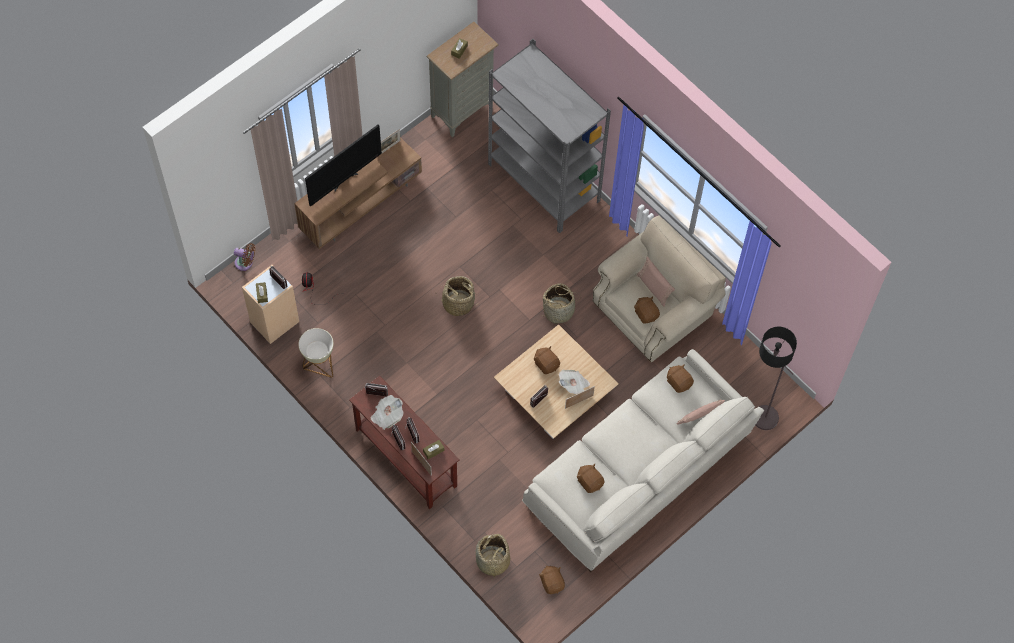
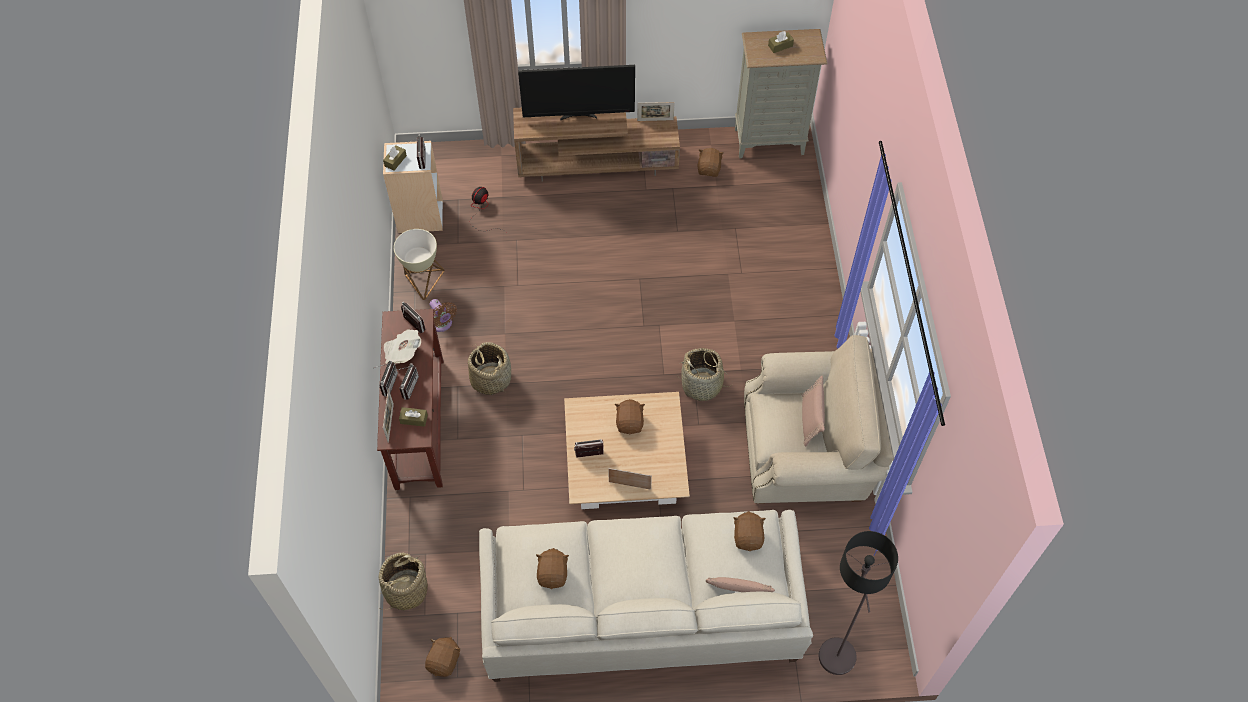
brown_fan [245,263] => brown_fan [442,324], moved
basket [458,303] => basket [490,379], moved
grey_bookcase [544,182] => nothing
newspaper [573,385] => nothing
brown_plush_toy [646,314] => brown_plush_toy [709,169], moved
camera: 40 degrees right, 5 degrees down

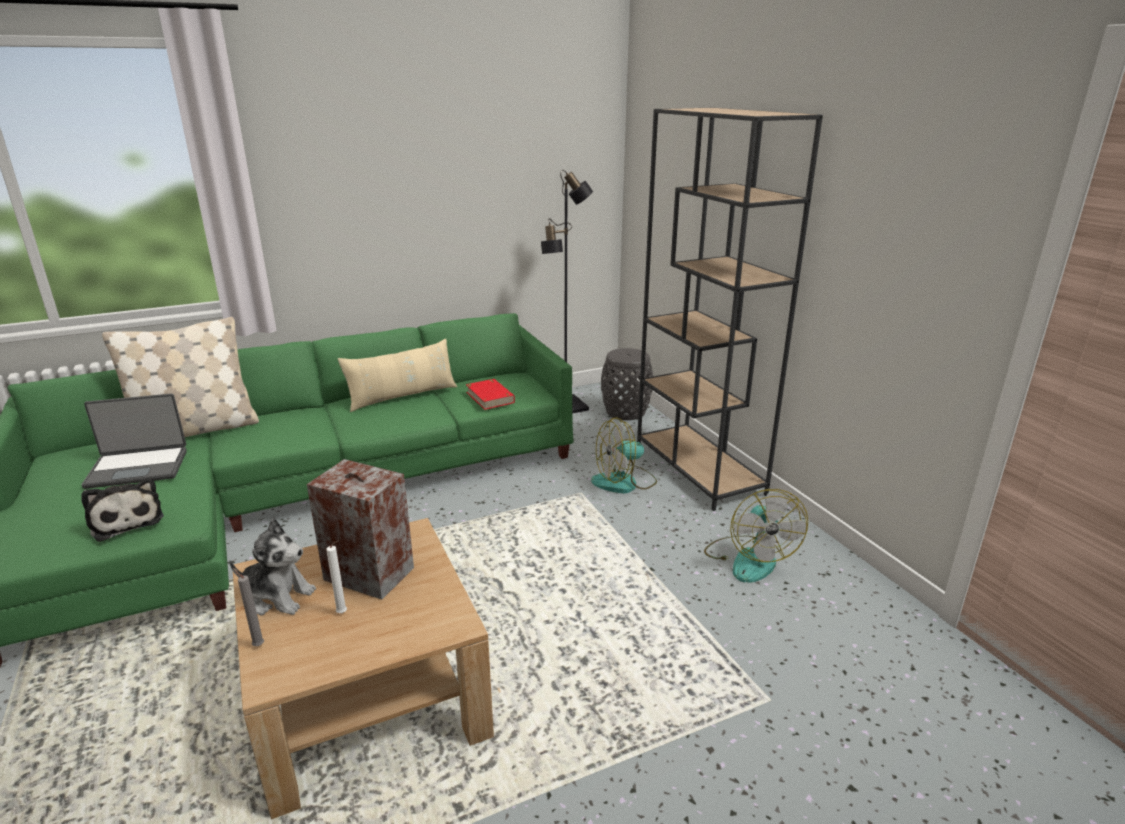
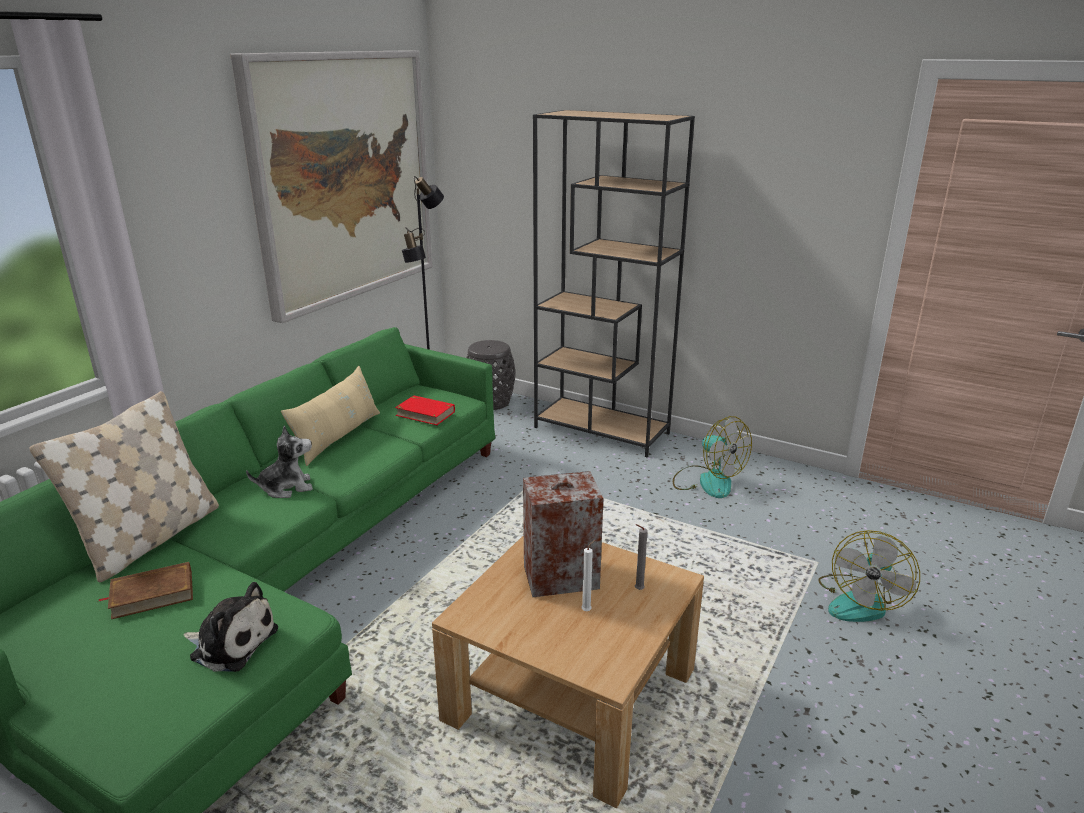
laptop [138,467] => brown_book [152,594]
plush_toy [277,596] => plush_toy [287,487], moved
grey_candle [257,645] => grey_candle [637,590], moved
fan [624,482] => fan [860,601], moved
nothing => picture [343,178]
camera: 35 degrees left, 0 degrees up

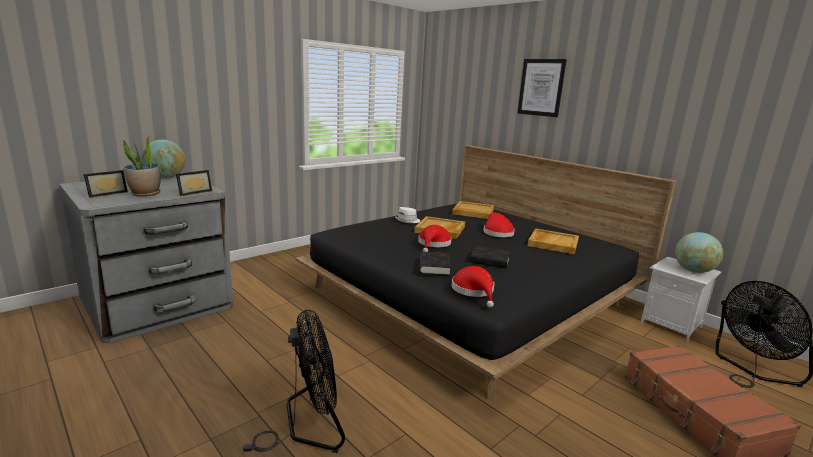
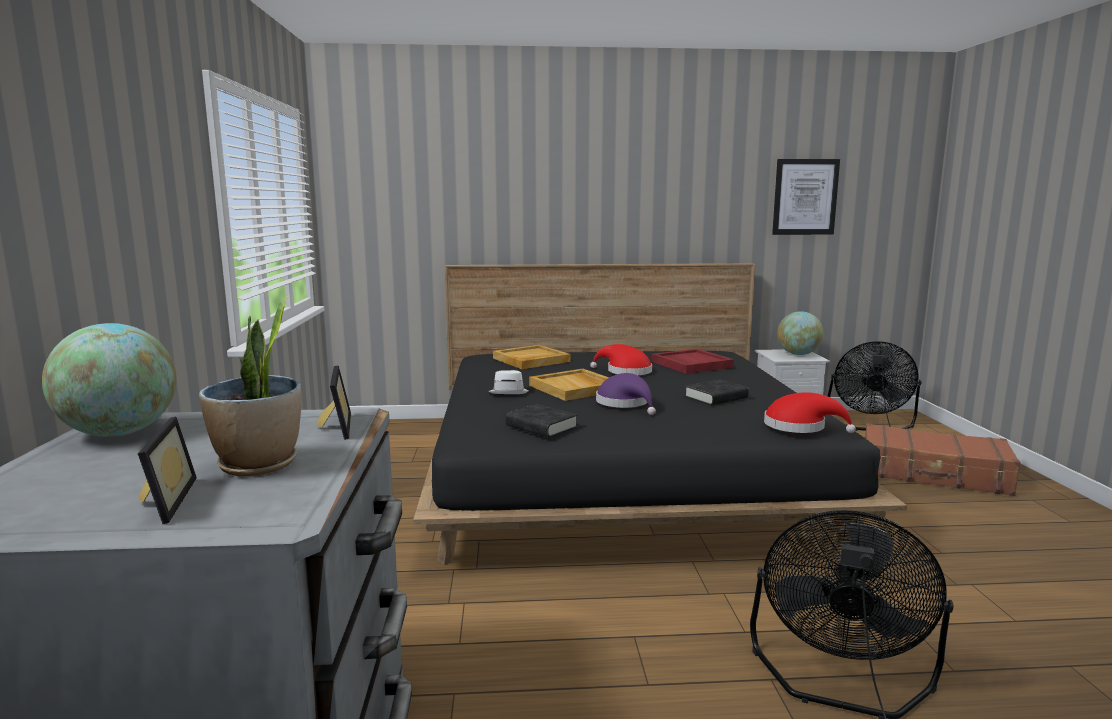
red_hat [433,244] => purple_hat [625,403]
black_book [434,267] => black_book [541,426], moved
picture [541,87] => picture [805,197], moved
beige_tray [552,243] => red_tray [690,364]
camera: 50 degrees left, 5 degrees down

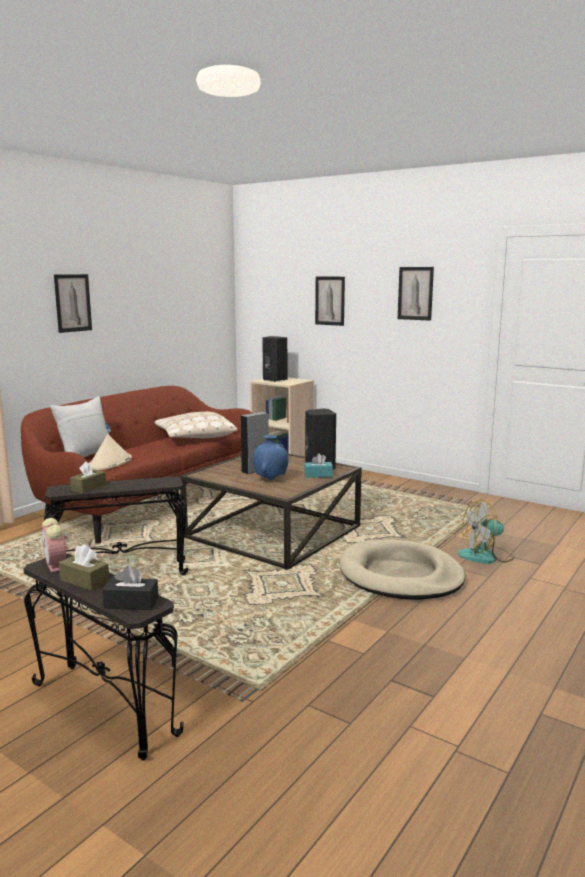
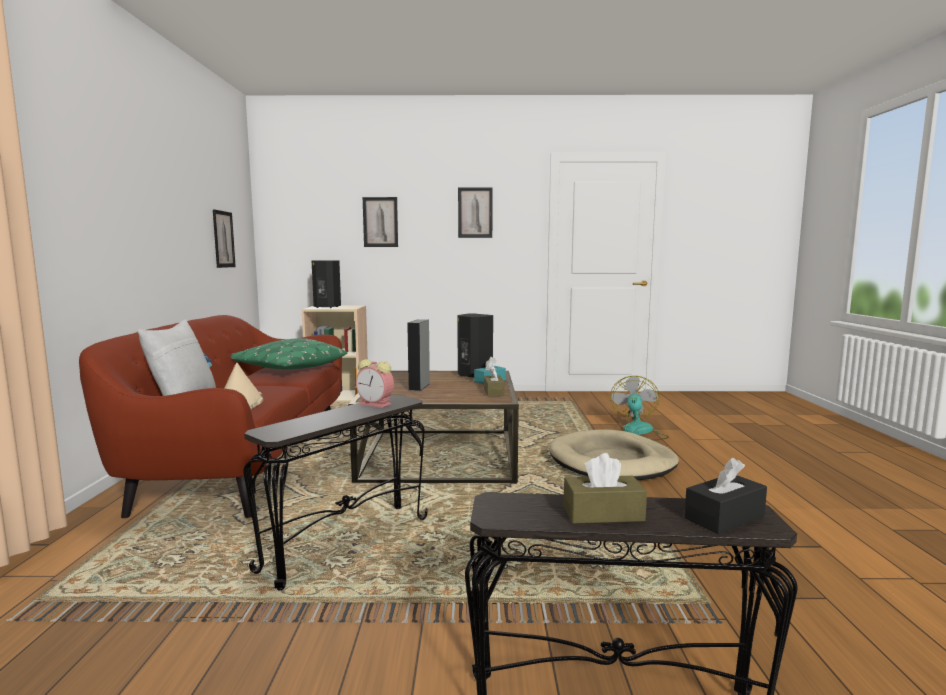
alarm_clock [57,565] => alarm_clock [377,404], moved
picture [73,303] => picture [223,239], moved
brown_tissue_box [88,487] => brown_tissue_box [494,392], moved
beige_pillow [193,437] => green_pillow [287,369]
blue_vase [270,479] => nothing
fan [486,556] => fan [638,432], 150 degrees clockwise
camera: 35 degrees left, 5 degrees down

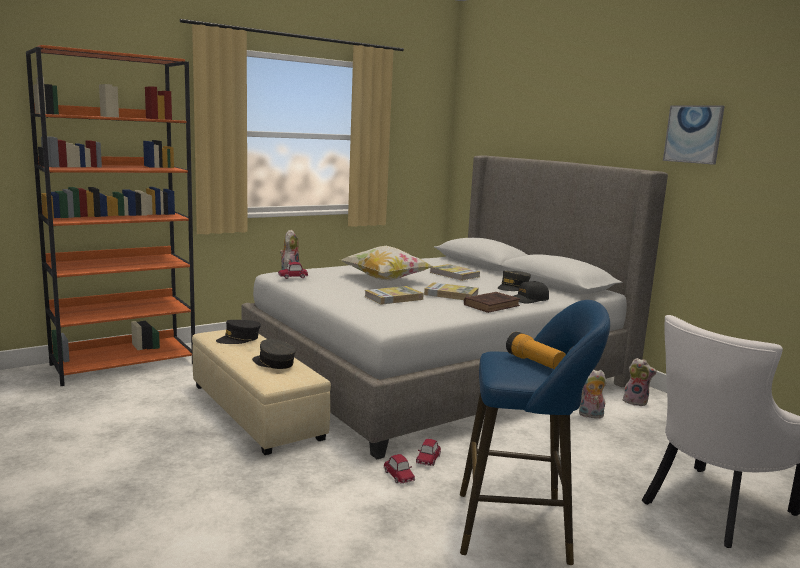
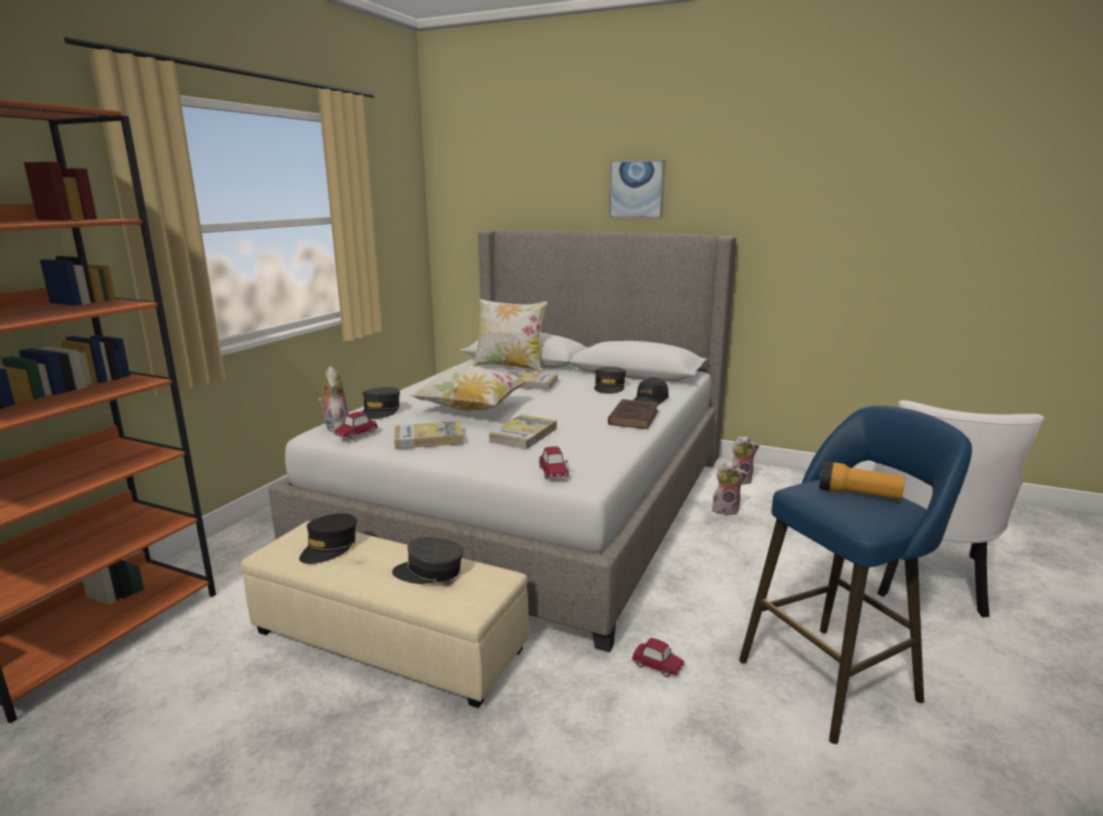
toy_car [428,459] => toy_car [553,472], moved
book [451,294] => book [428,438], moved
plush_toy [590,415] => plush_toy [726,510], 150 degrees counterclockwise
picture [693,134] => picture [636,189], moved
nothing => grey_cap [381,411]
nothing => pillow [510,367]
camera: 30 degrees left, 5 degrees up

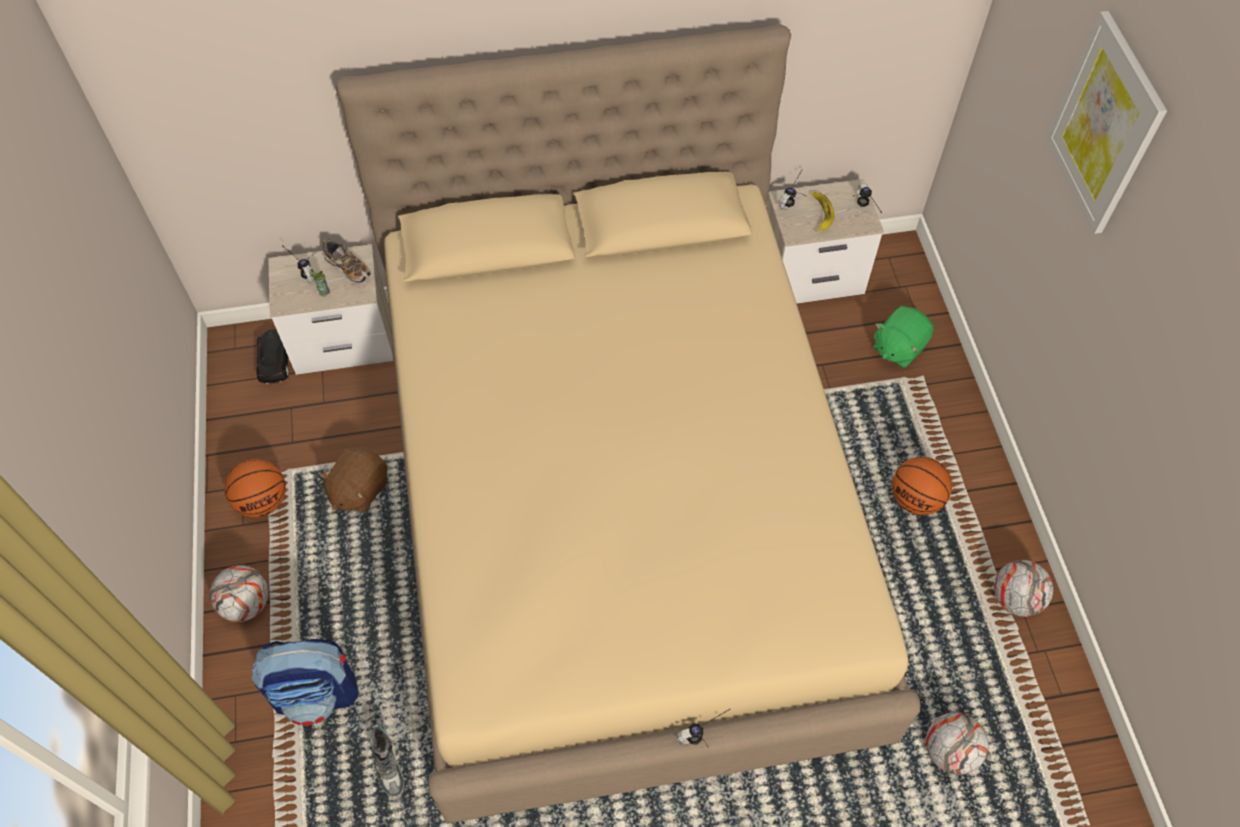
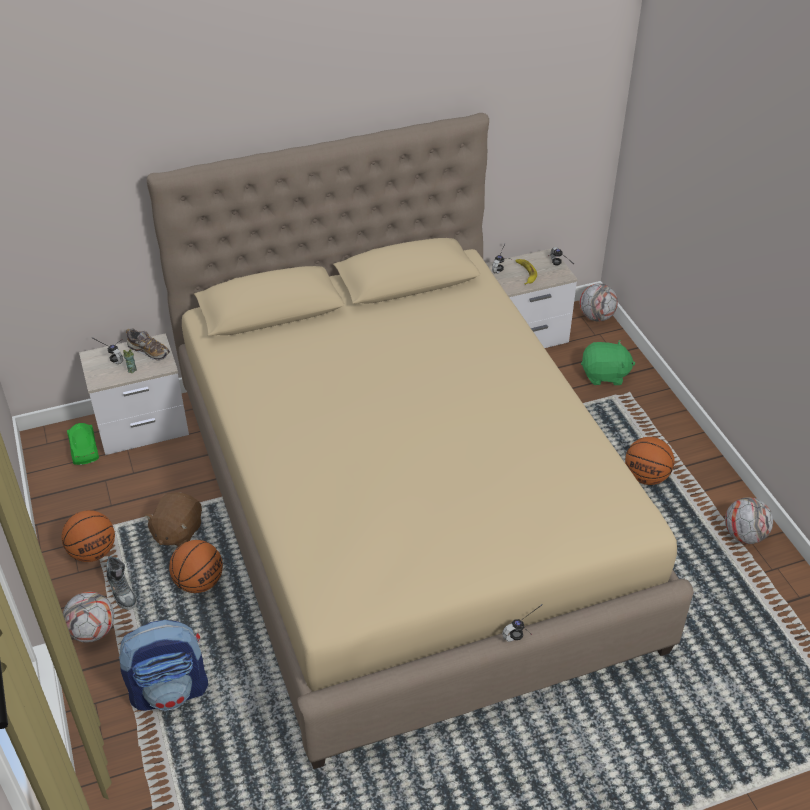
black_toy_car [274,360] => green_toy_car [84,447]
shoe [388,765] => shoe [122,591], moved
green_plush_toy [898,347] => green_plush_toy [604,375], 120 degrees counterclockwise
football [949,751] => football [596,317], moved
picture [1105,125] => nothing
nothing => basketball [199,582]
camera: 10 degrees left, 15 degrees down

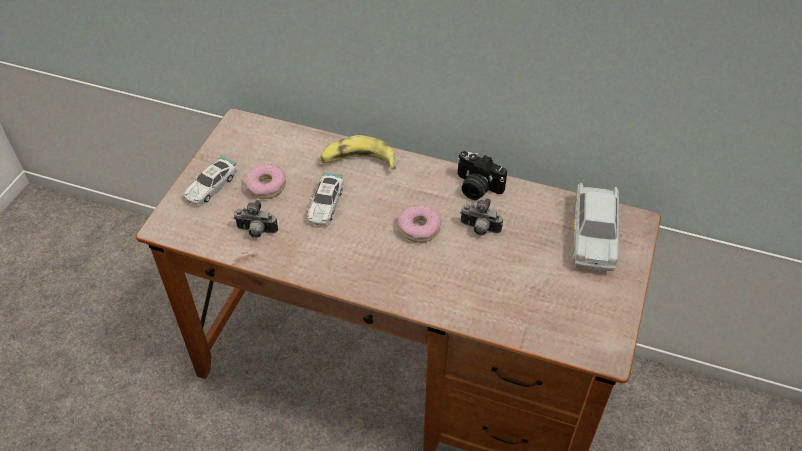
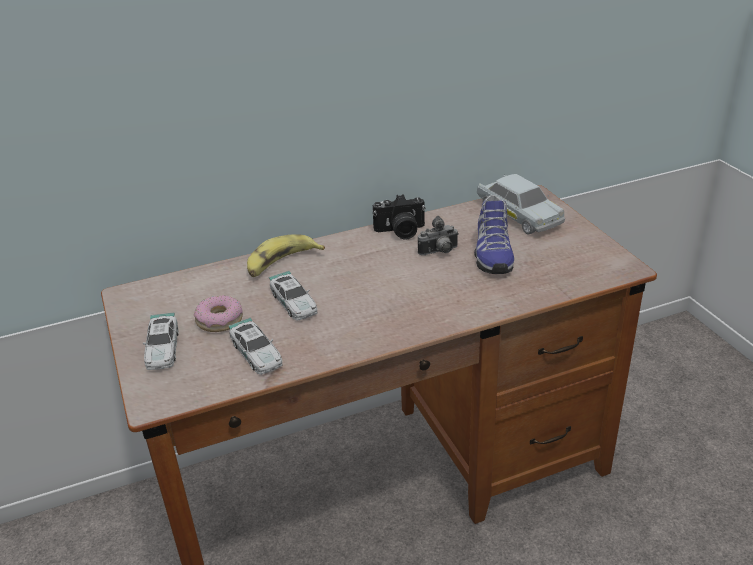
photo_camera [256,232] => toy_car [256,353]
donut [419,228] => nothing
nothing => shoe [491,254]
camera: 40 degrees left, 15 degrees down

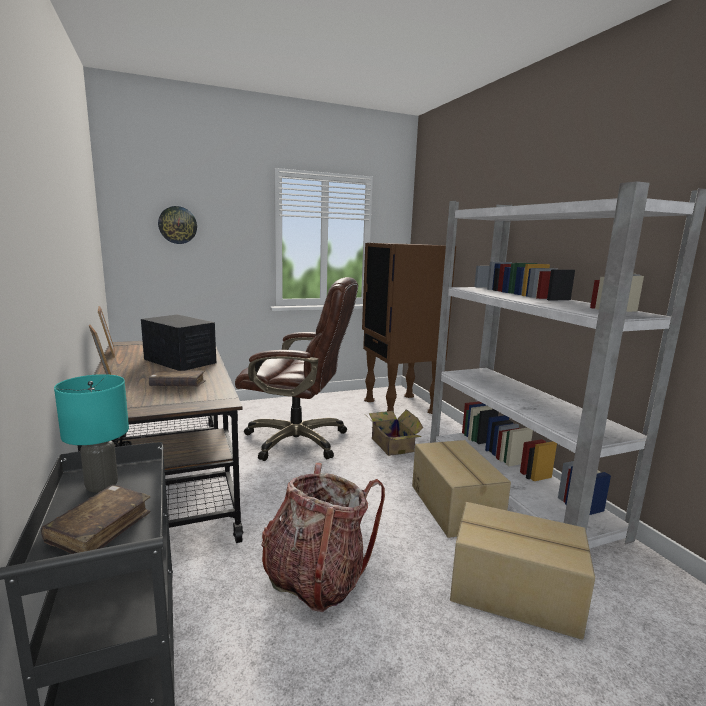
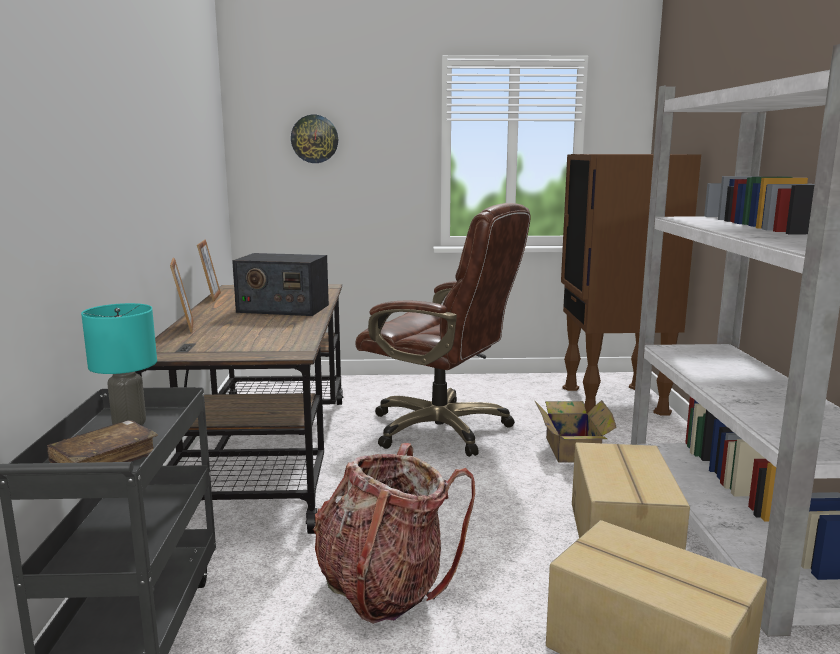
radio [180,361] => radio [282,308], 135 degrees clockwise
brown_book [178,386] => nothing
camera: 20 degrees right, 0 degrees up

